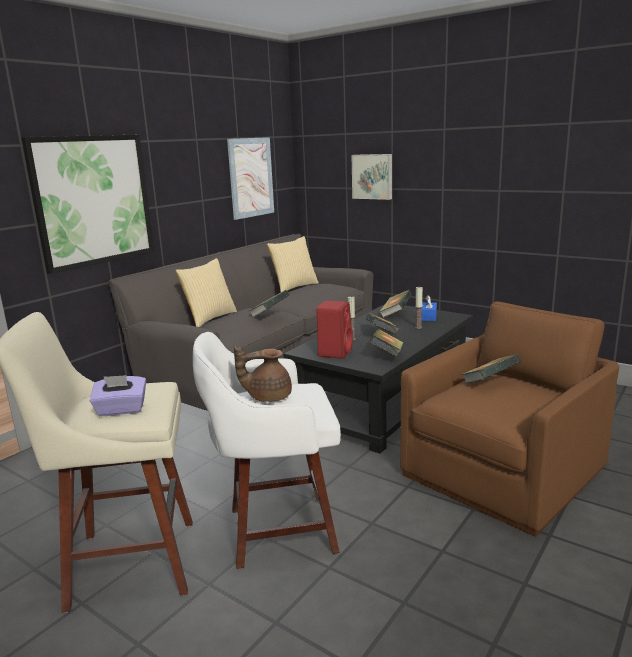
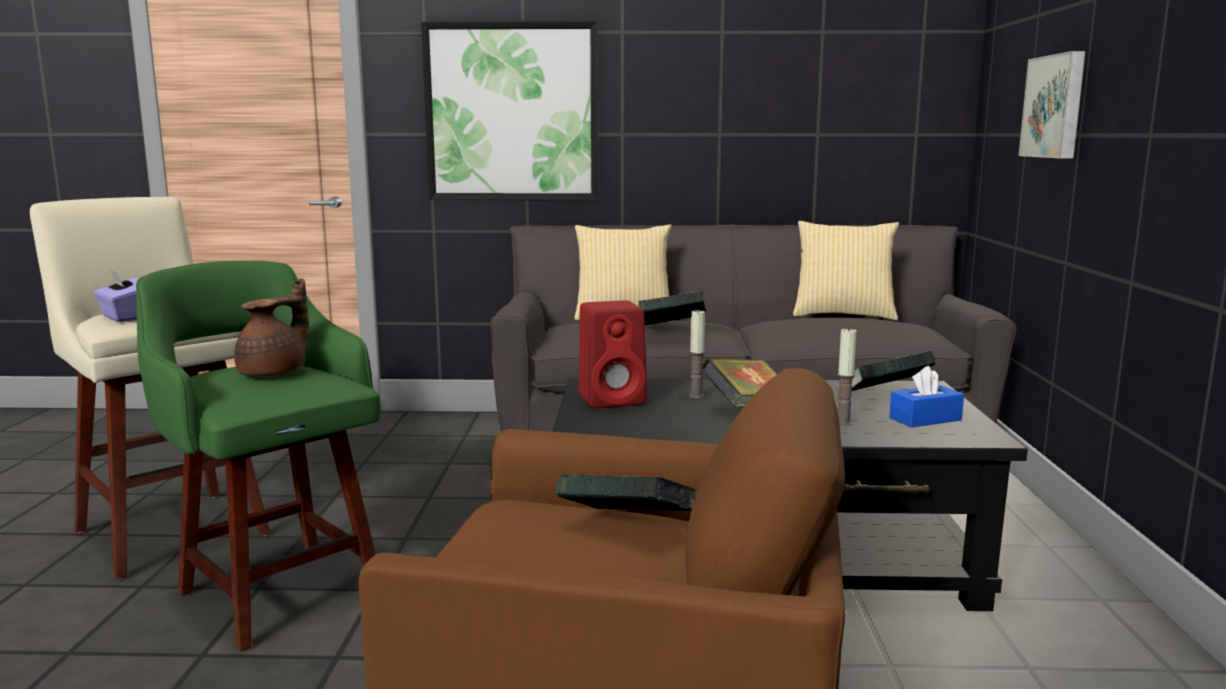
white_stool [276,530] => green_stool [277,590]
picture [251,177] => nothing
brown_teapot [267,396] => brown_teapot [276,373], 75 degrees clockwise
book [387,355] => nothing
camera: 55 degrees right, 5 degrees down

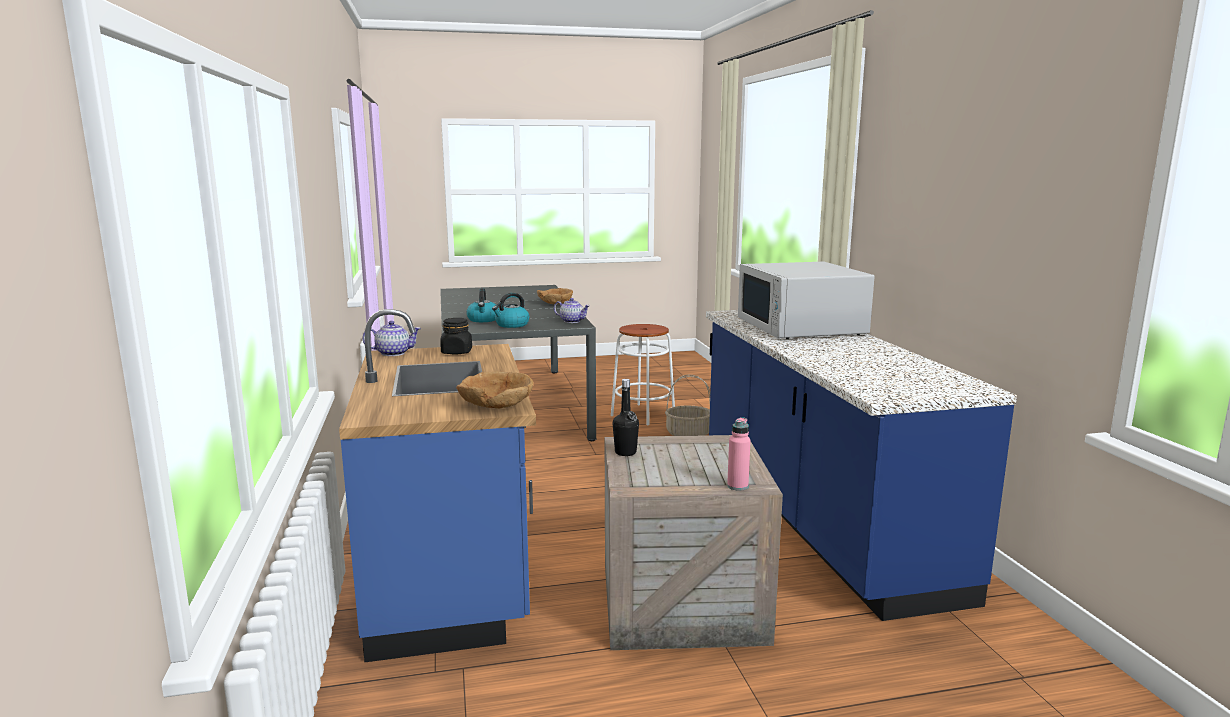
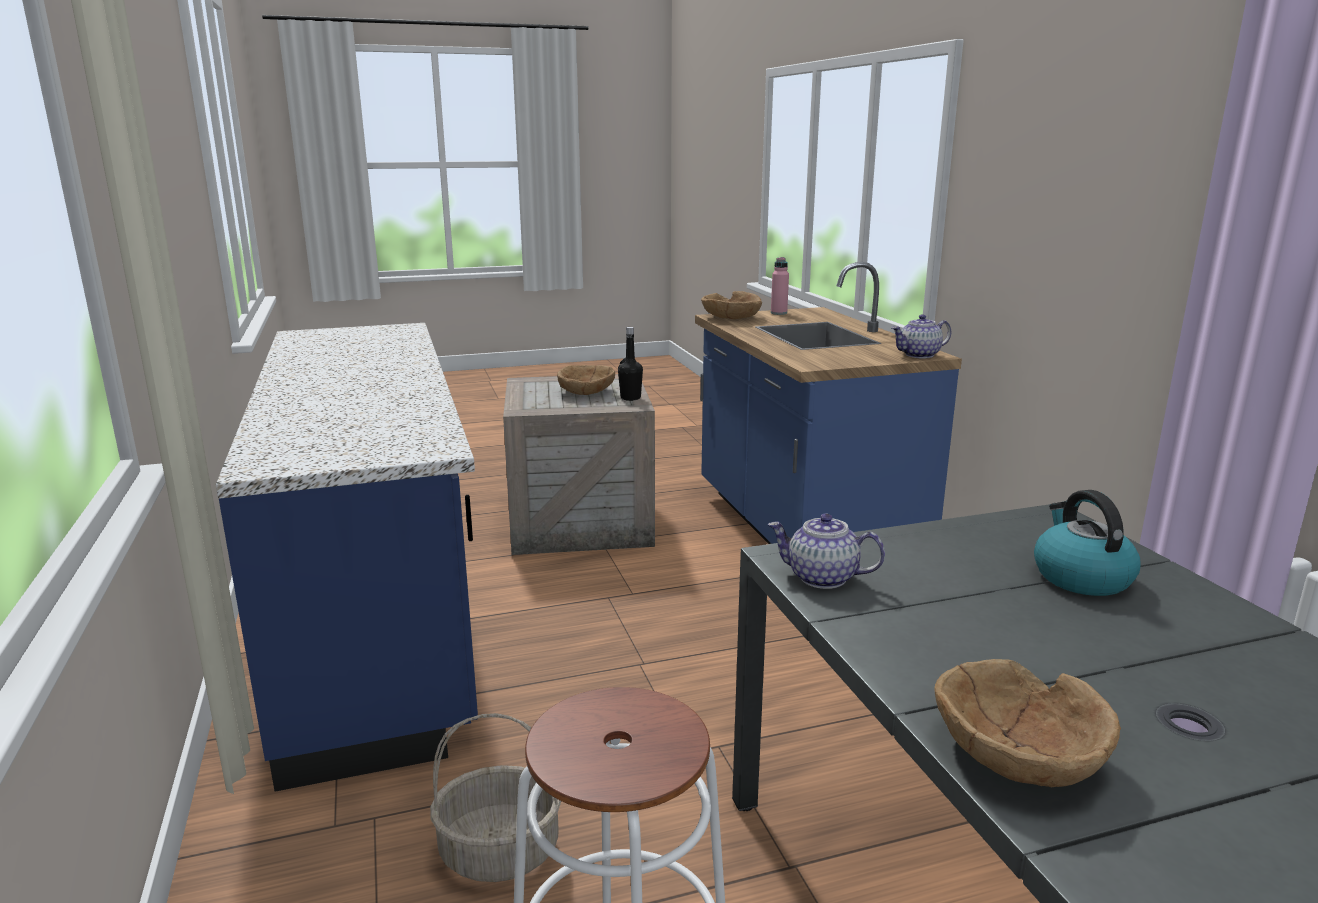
black_jar [456,352] => nothing
kettle [511,325] => nothing
pink_bottle [737,486] => pink_bottle [778,313], moved
white_microwave [800,327] => nothing
nothing => brown_bowl [586,392]
camera: 175 degrees right, 5 degrees up

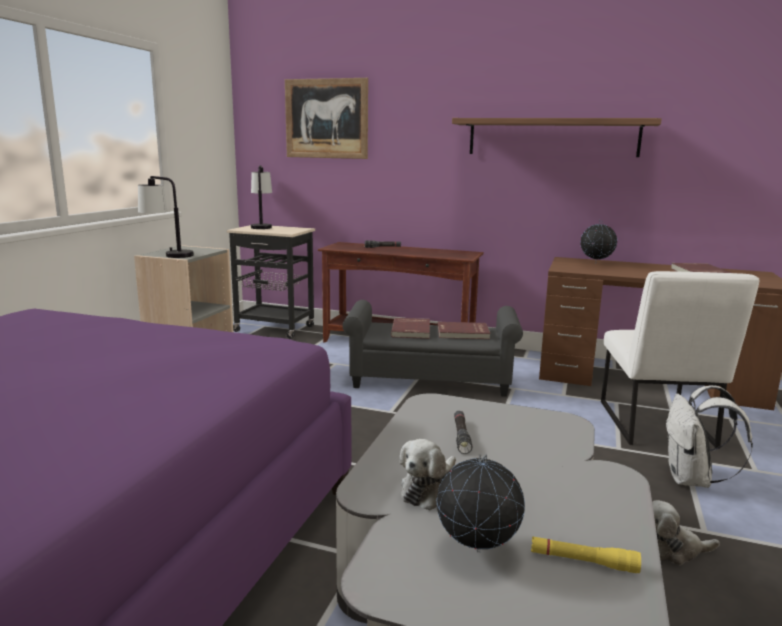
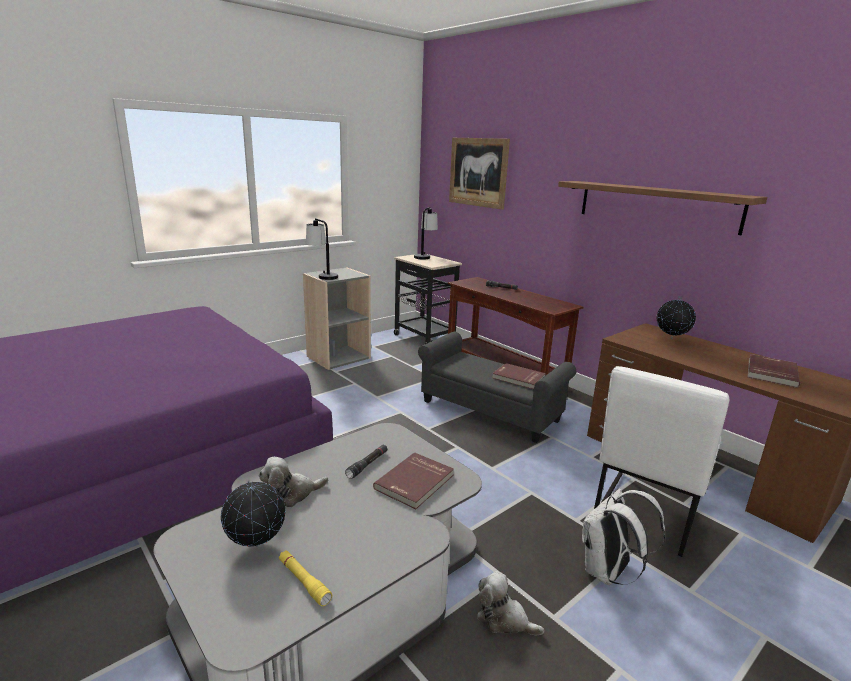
red_book [412,330] => red_book [415,482], moved
camera: 30 degrees right, 5 degrees up

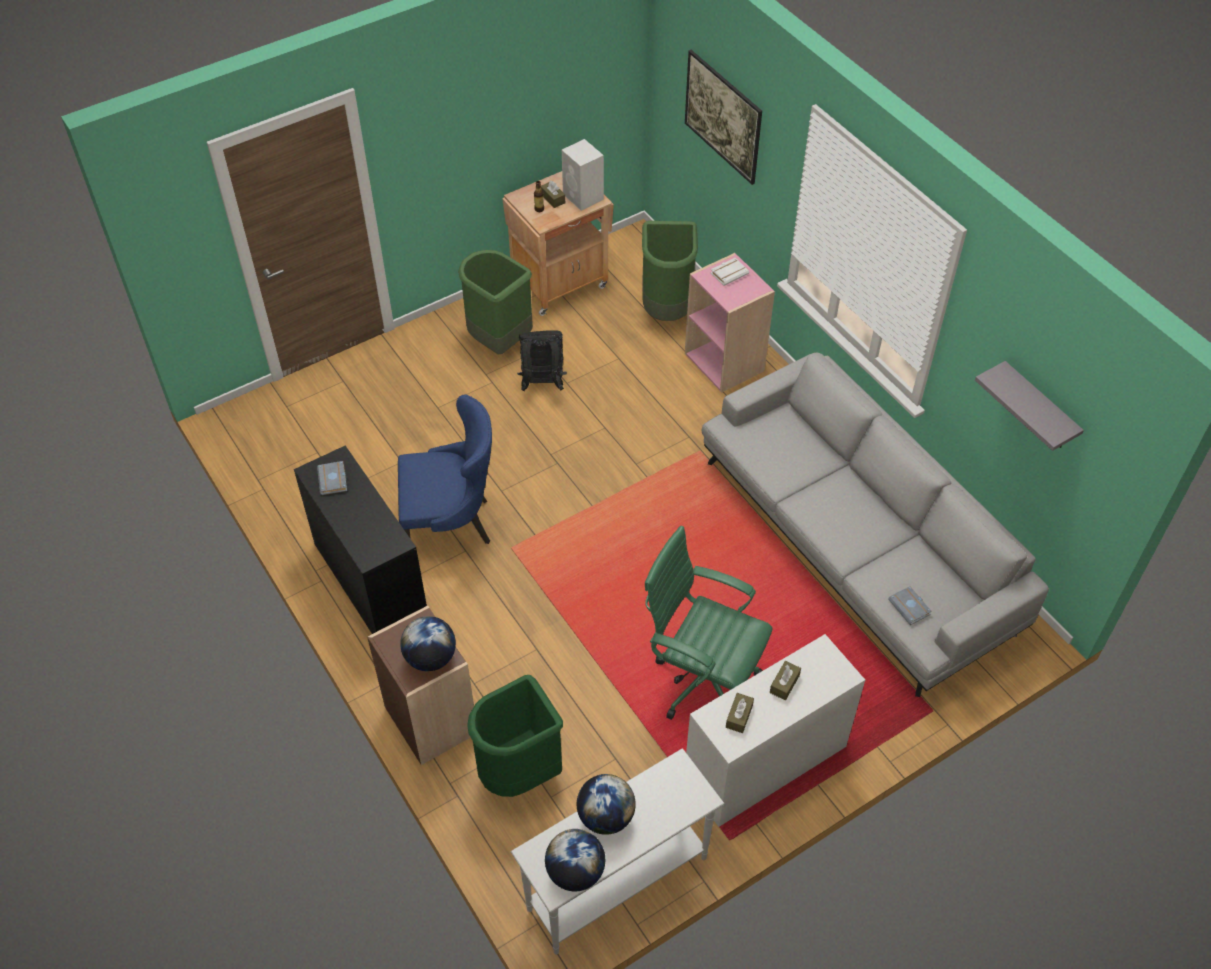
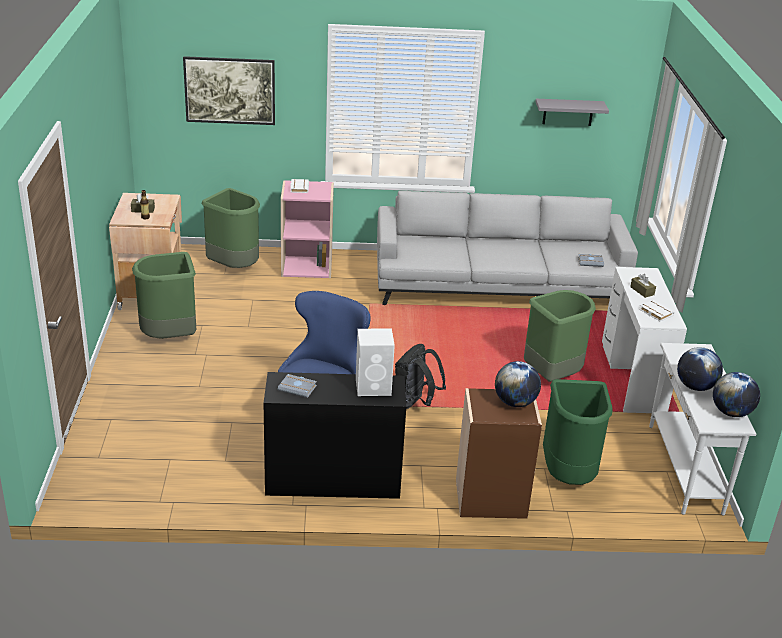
black_backpack [542,384] => black_backpack [415,403], moved
white_speaker [583,197] => white_speaker [374,387], moved
green_office_chair [701,680] => green_trash_can [552,376]
brown_tissue_box [739,716] => white_book [655,312]
camera: 60 degrees left, 20 degrees down

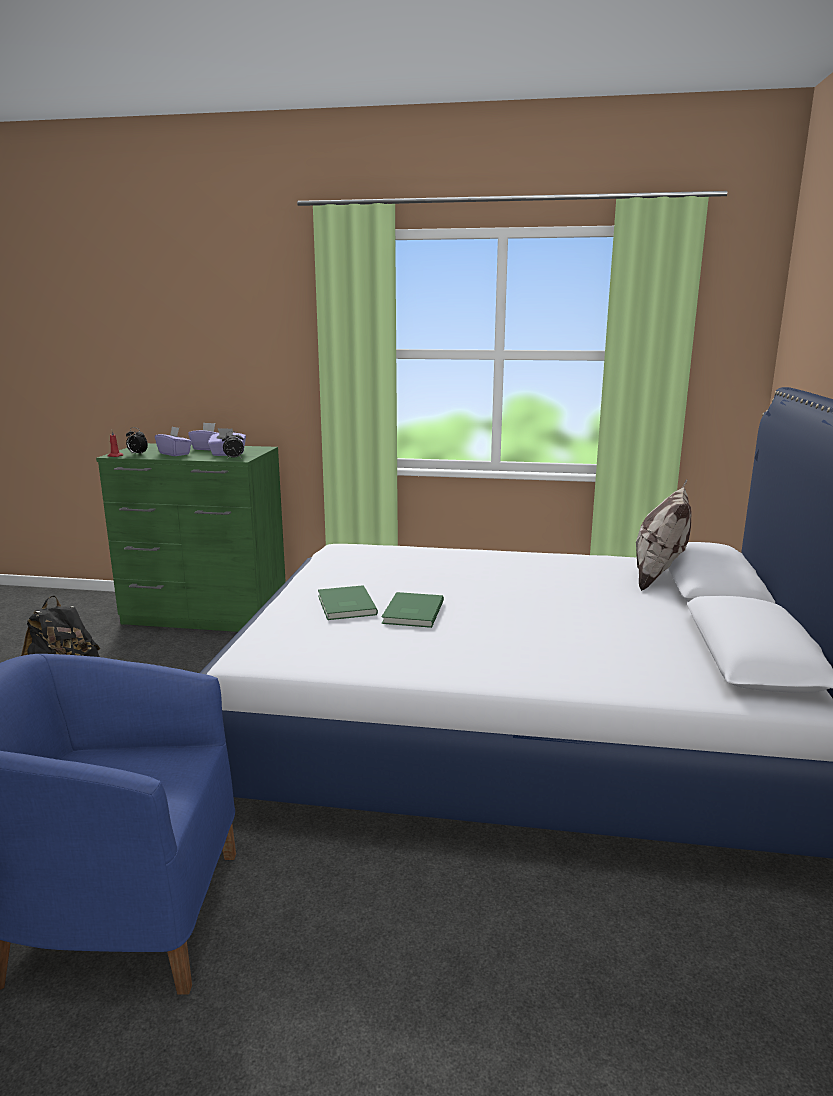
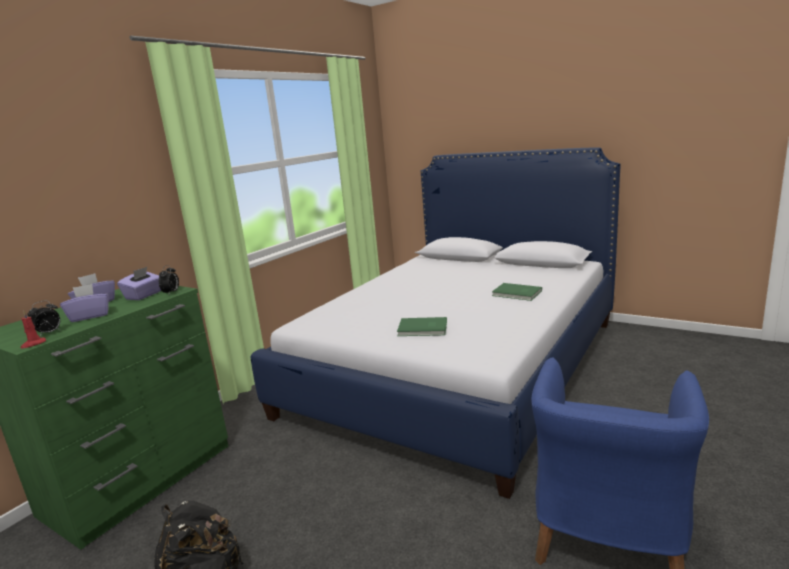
green_book [411,612] => green_book [517,293], moved
pillow [658,577] => nothing
camera: 65 degrees left, 0 degrees up

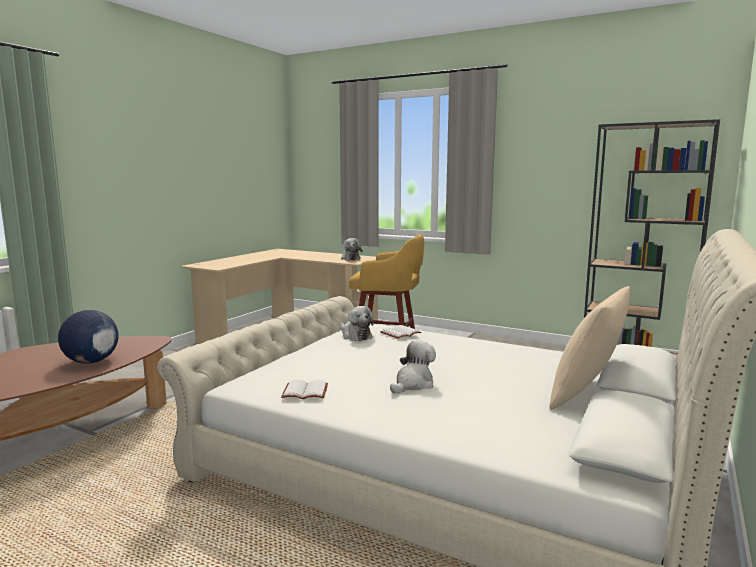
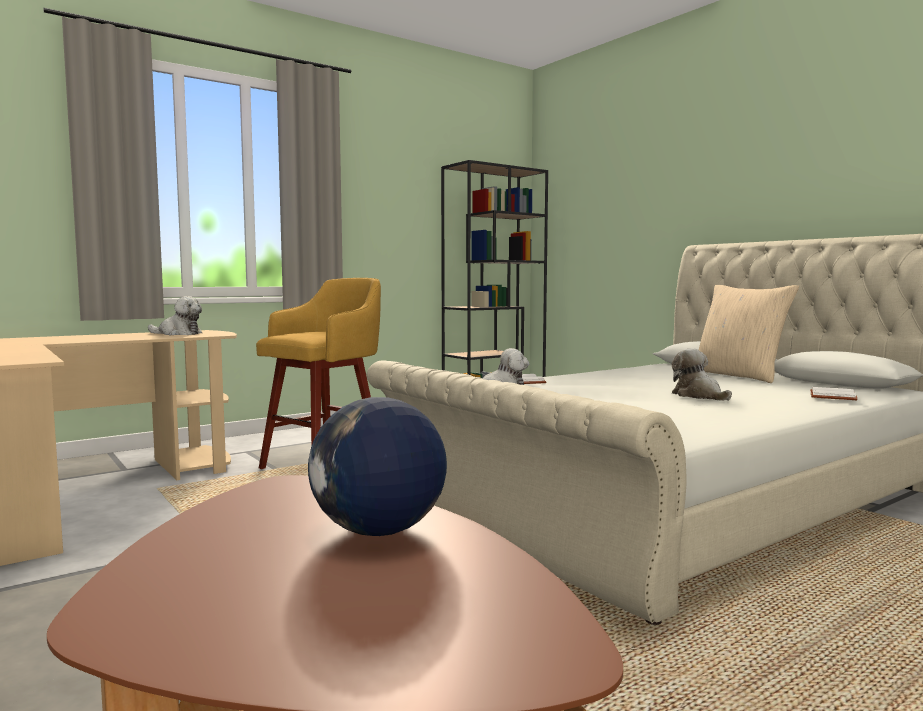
white_book [306,391] => white_book [831,396], moved
camera: 65 degrees left, 5 degrees down

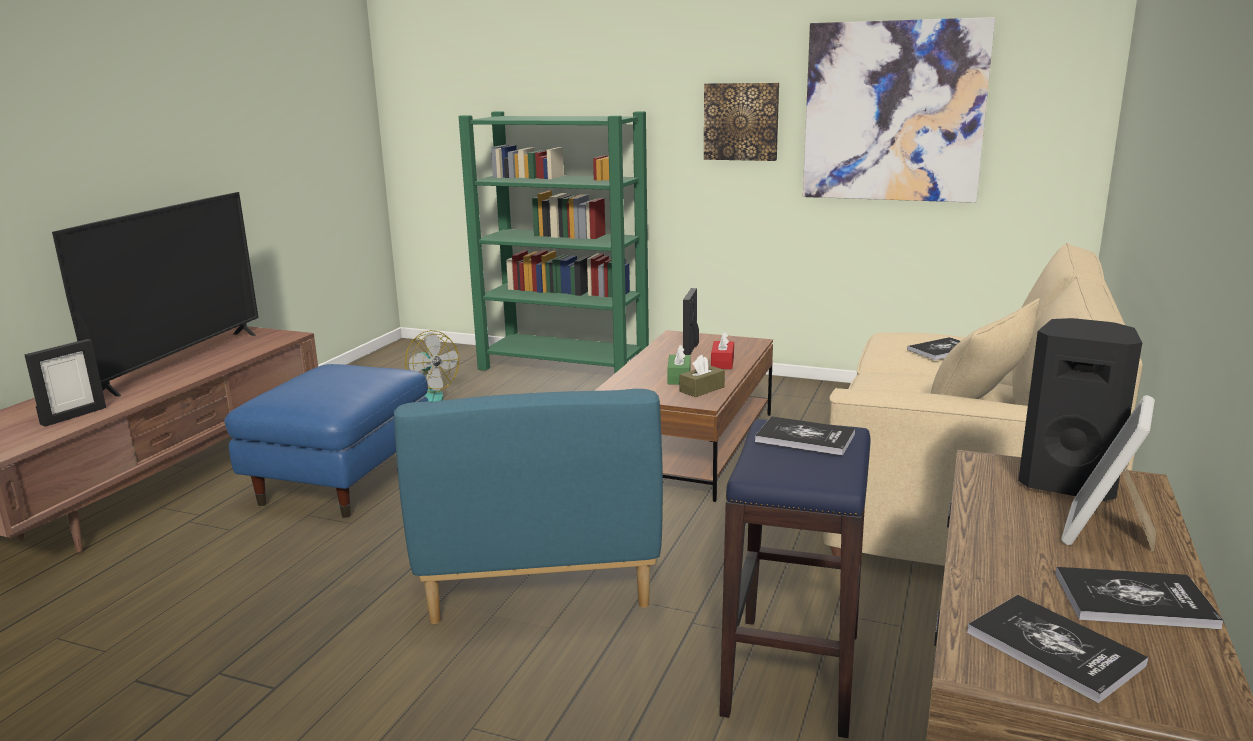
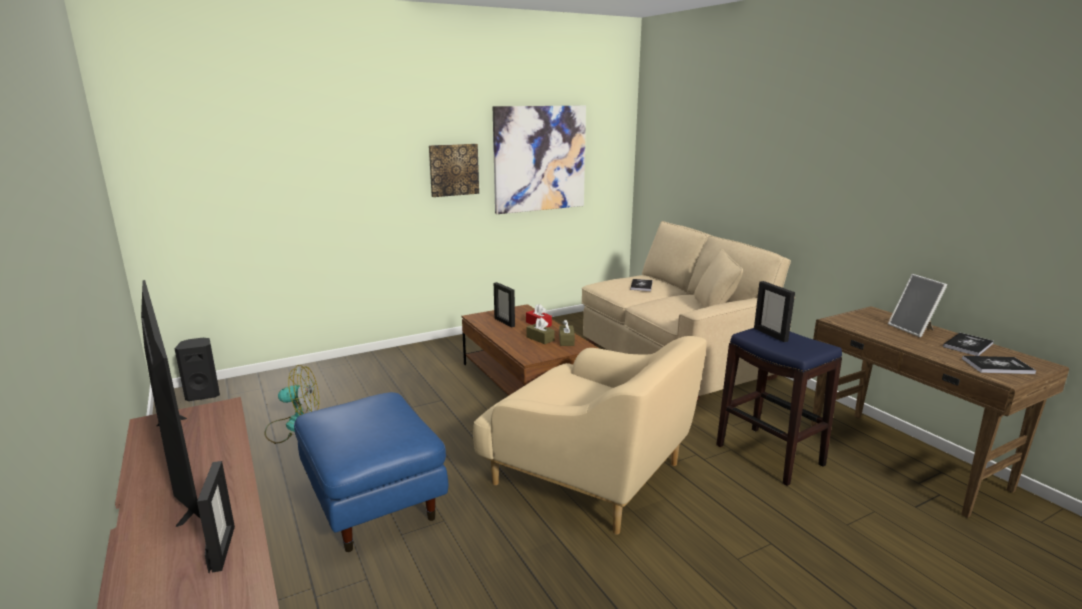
blue_armchair [539,559] => beige_armchair [589,473]
green_bookcase [564,366] => nothing
green_tissue_box [679,377] => brown_tissue_box [540,339]
book [805,438] => picture_frame [771,334]
black_speaker [1068,483] => black_speaker [204,395], moved
camera: 50 degrees left, 0 degrees up

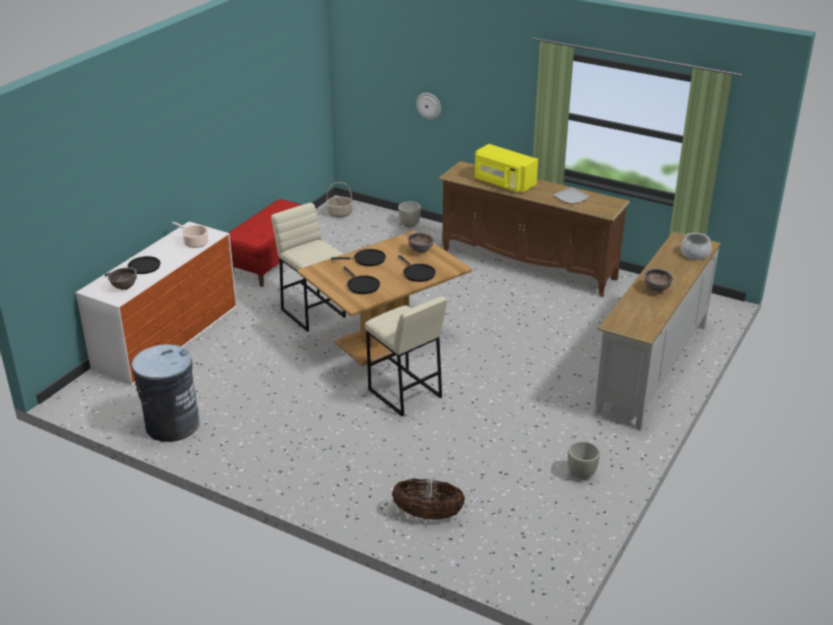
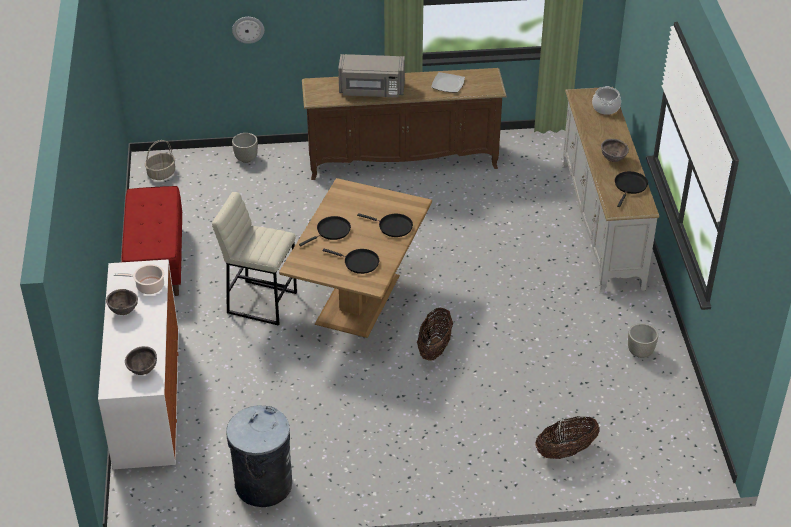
black_frying_pan [142,268] => black_frying_pan [630,186], moved
beige_stool [406,394] => basket [434,348]
brown_bowl [420,251] => brown_bowl [124,311], moved
yellow_microwave [503,183] => grey_microwave [372,90]
camera: 35 degrees left, 10 degrees up

